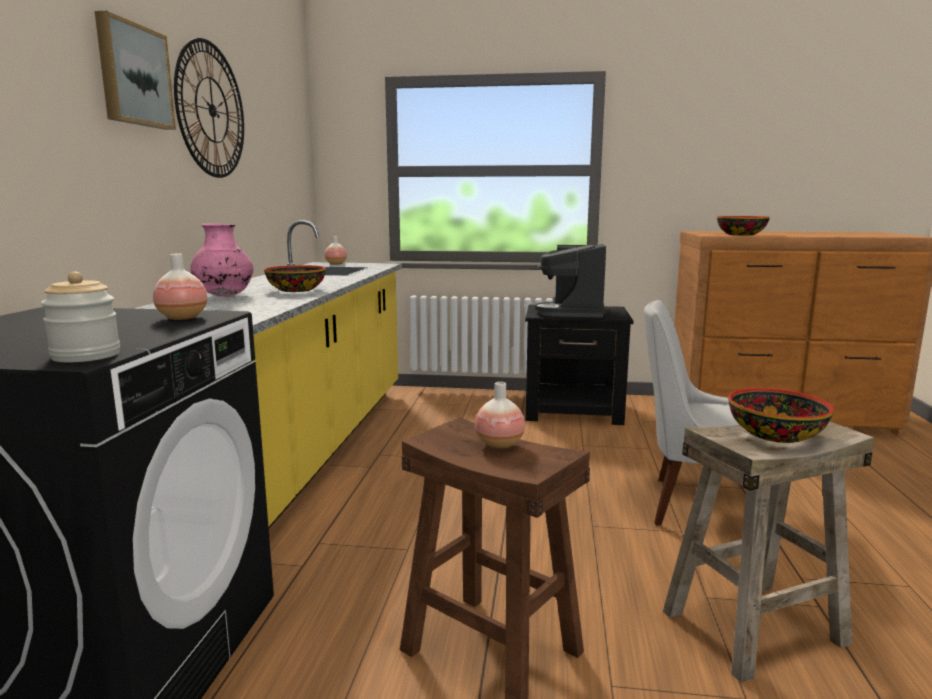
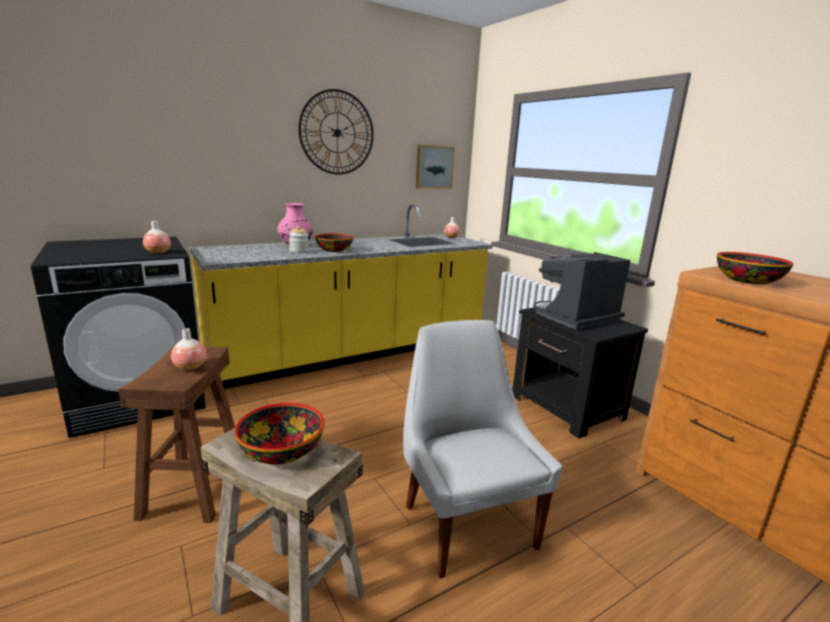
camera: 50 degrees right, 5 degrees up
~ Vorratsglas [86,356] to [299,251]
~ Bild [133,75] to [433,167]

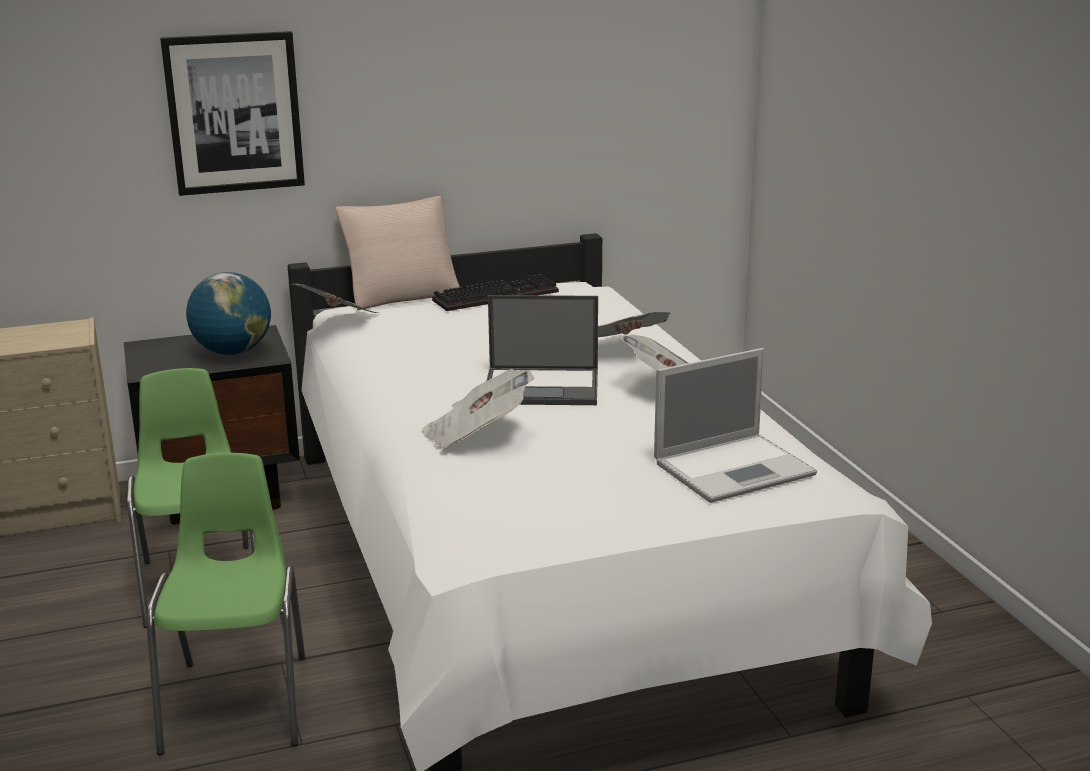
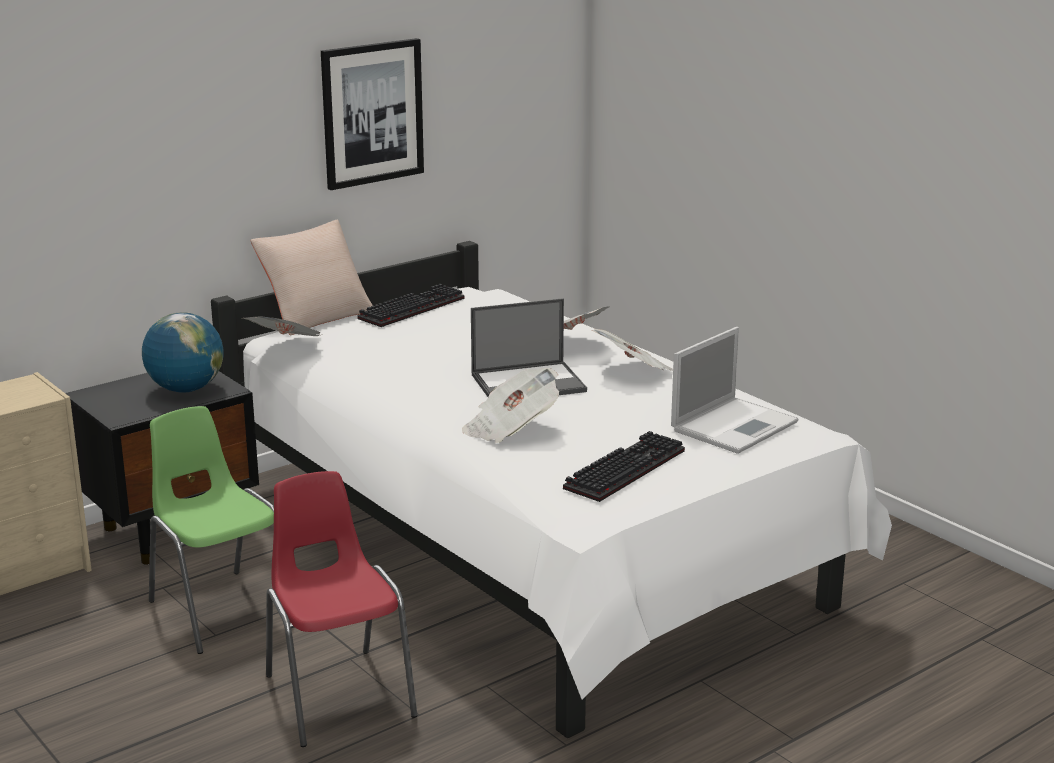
camera: 20 degrees left, 0 degrees up
~ Stuhl/grün [239,702] to Stuhl/rot [338,695]
~ Bild [234,113] to [372,113]
+ Tastatur [624,468]

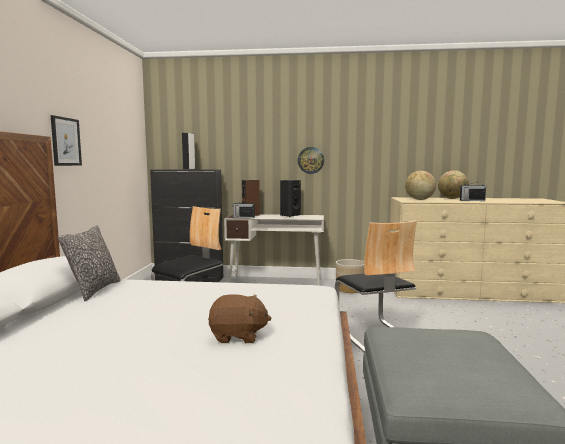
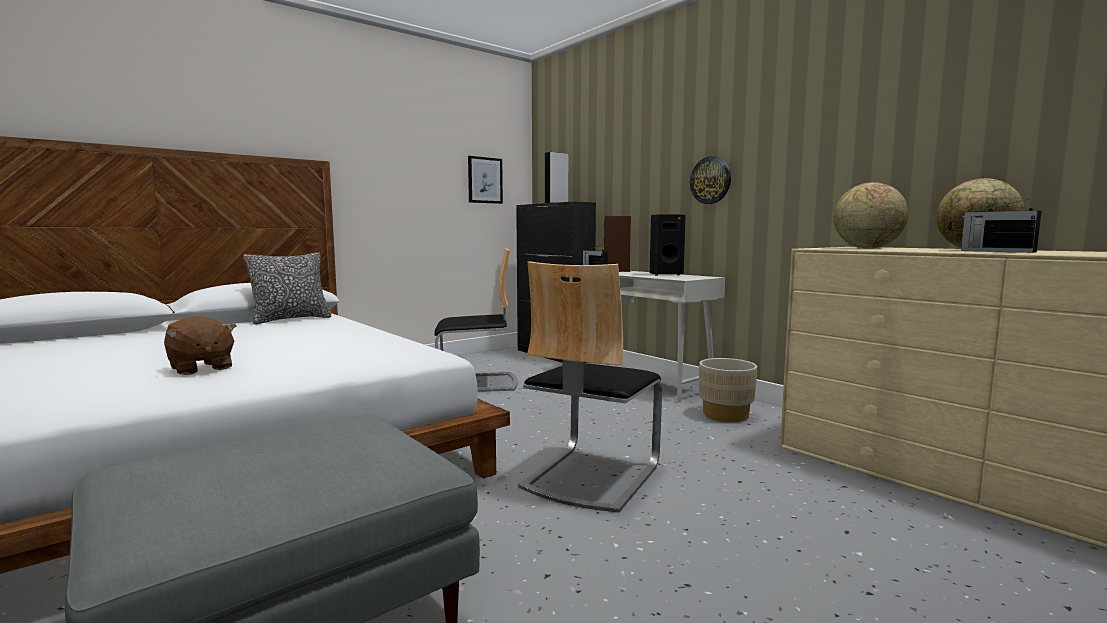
camera: 45 degrees right, 0 degrees up
~ Bild [66,141] to [485,180]

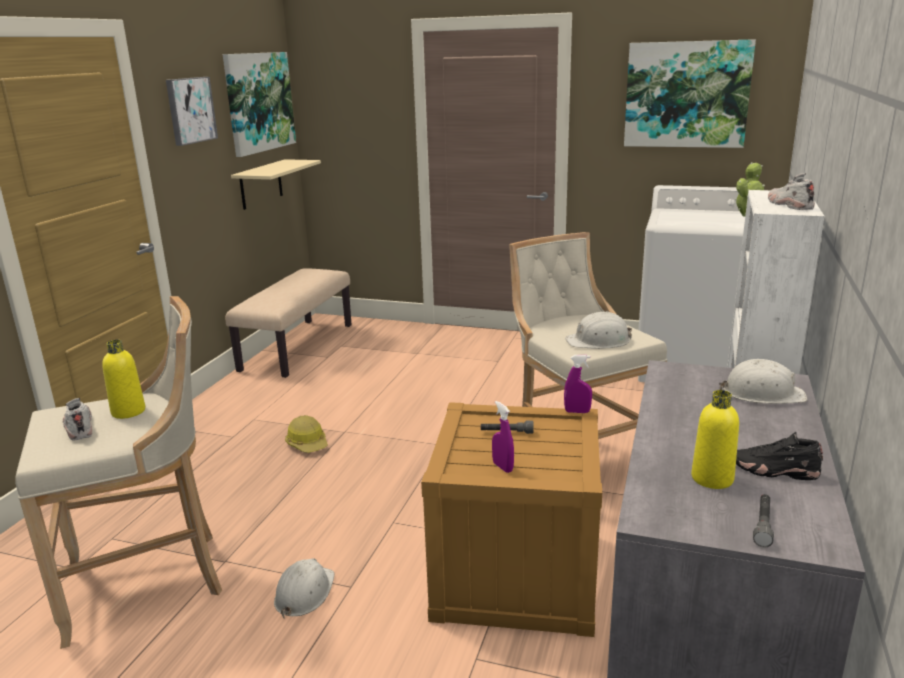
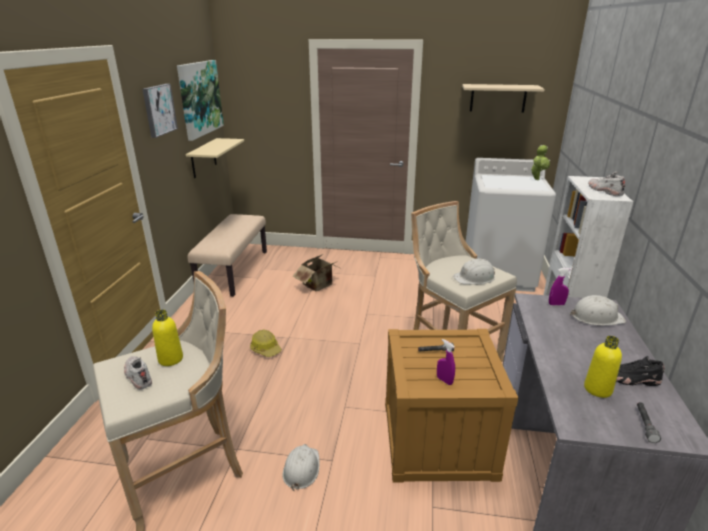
camera: 10 degrees left, 5 degrees up
~ Sprühflasche/lila [577,412] to [556,304]
~ Bild [686,94] to Wandregal/beige [498,98]
+ Karton [319,285]

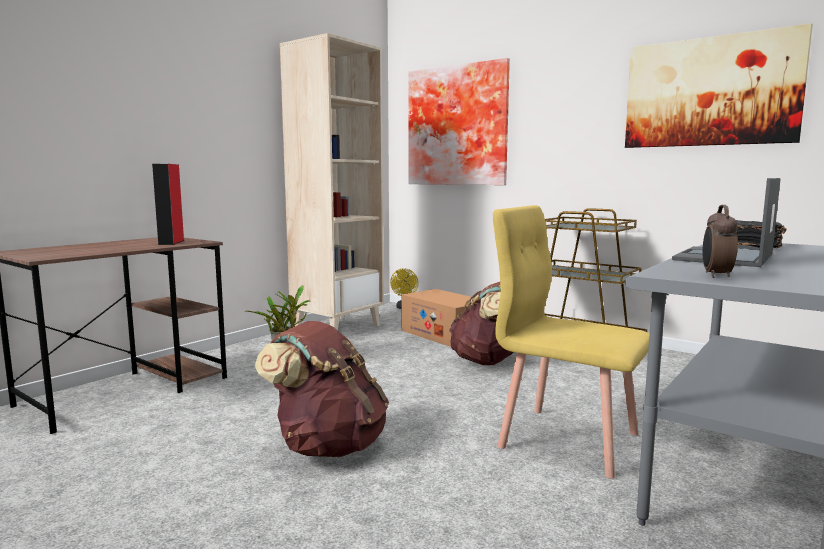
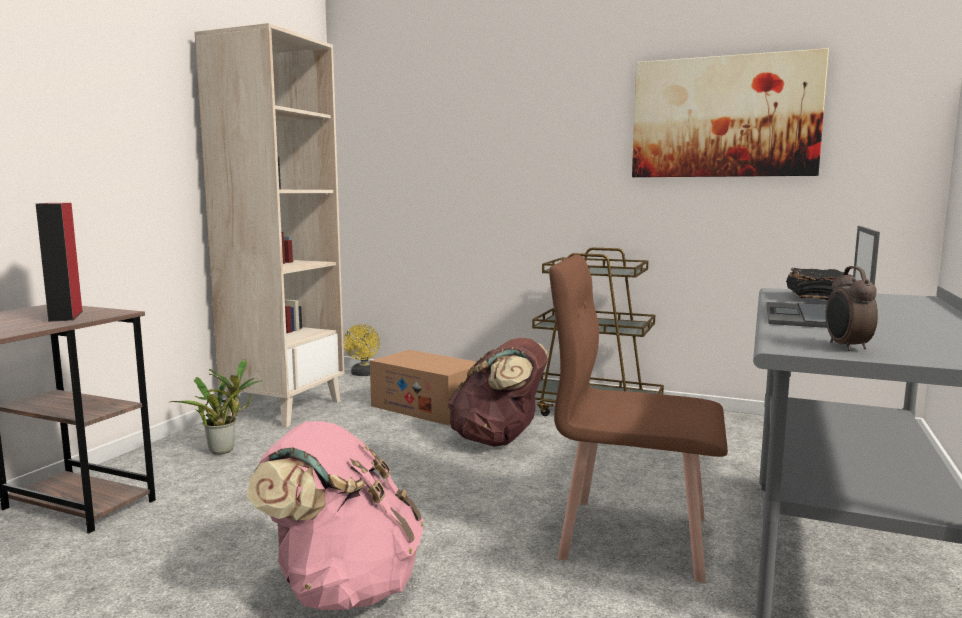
camera: 15 degrees left, 0 degrees up
~ Rucksack/braun [327,446] to Rucksack/rosa [343,588]
- Bild [458,126]
~ Stuhl/gelb [568,439] to Stuhl/braun [633,536]

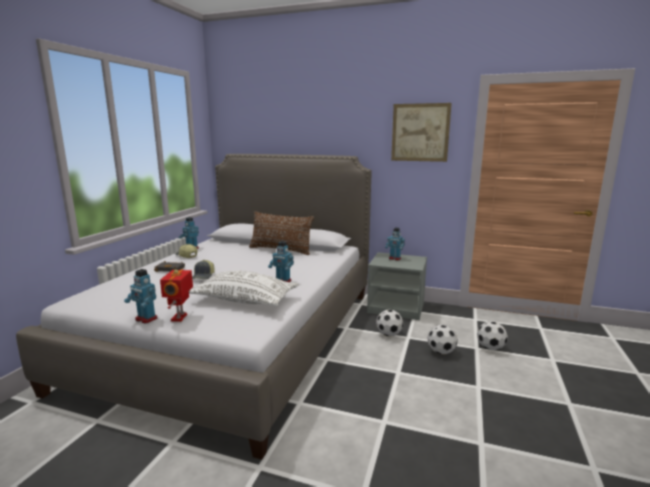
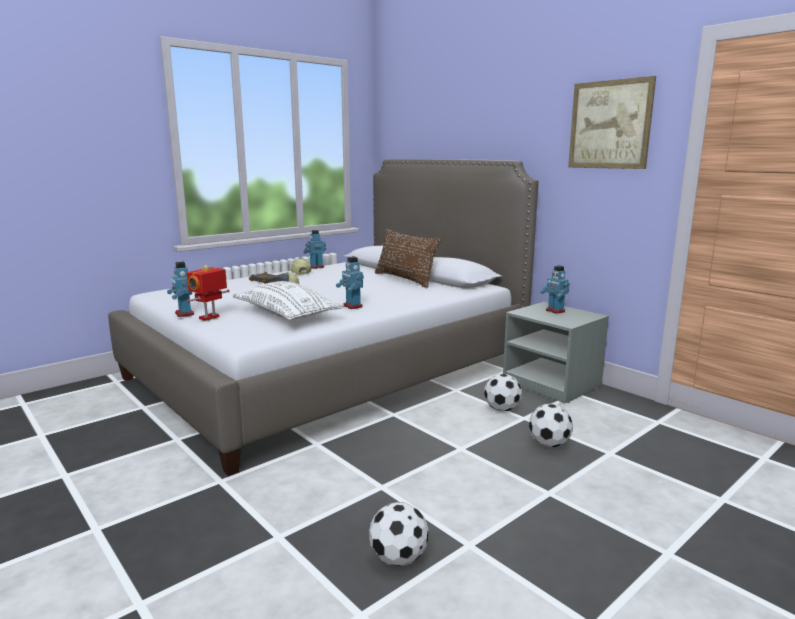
camera: 30 degrees right, 0 degrees up
~ Fußball [490,348] to [398,558]

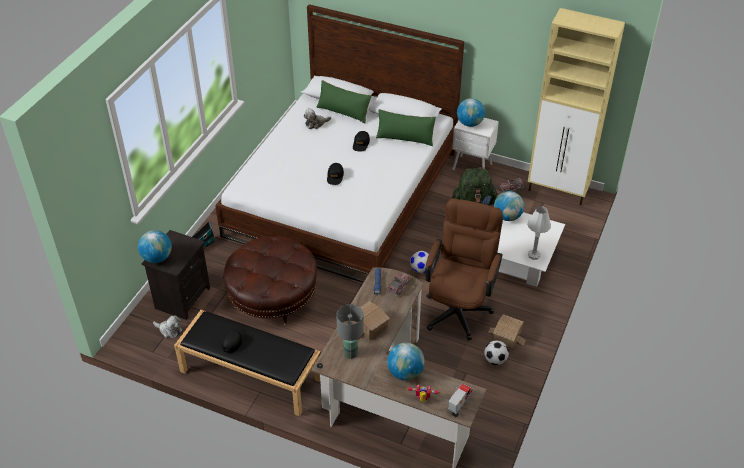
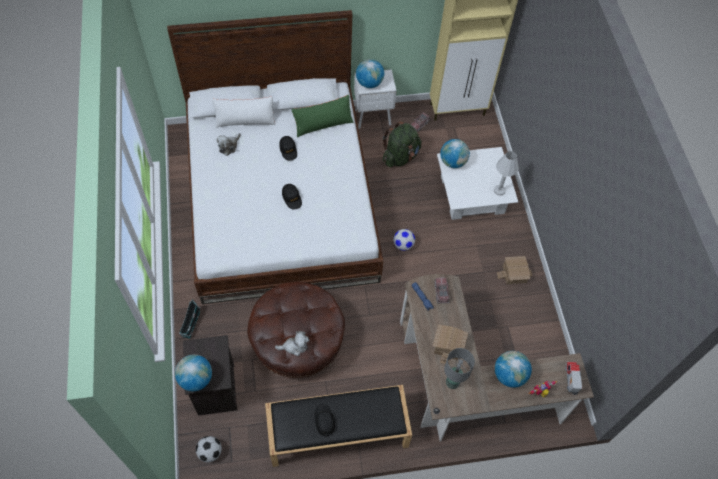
camera: 35 degrees left, 15 degrees up
~ Plüschtier [169,330] to [294,346]
~ Kissen/grün [343,111] to Kissen/weiß [245,120]
- Bürostuhl/braun [459,307]
~ Fußball [495,360] to [210,452]

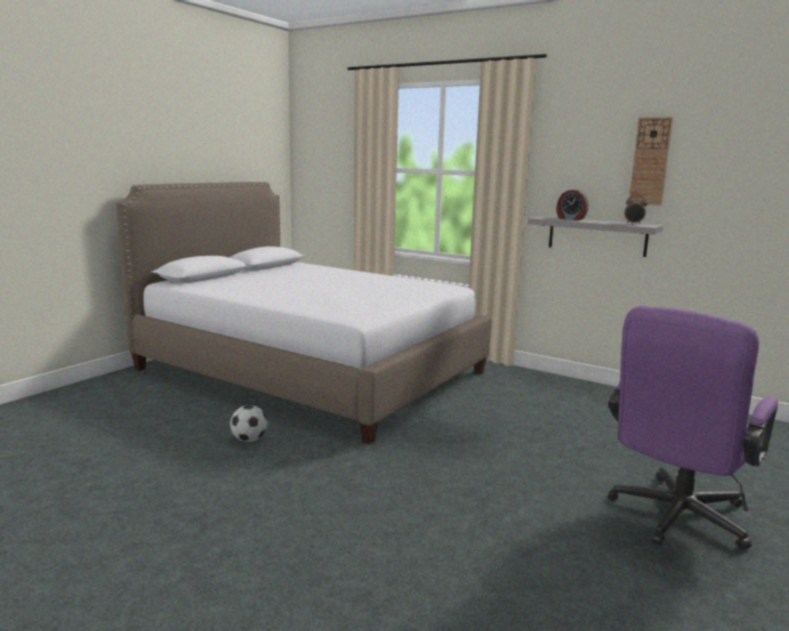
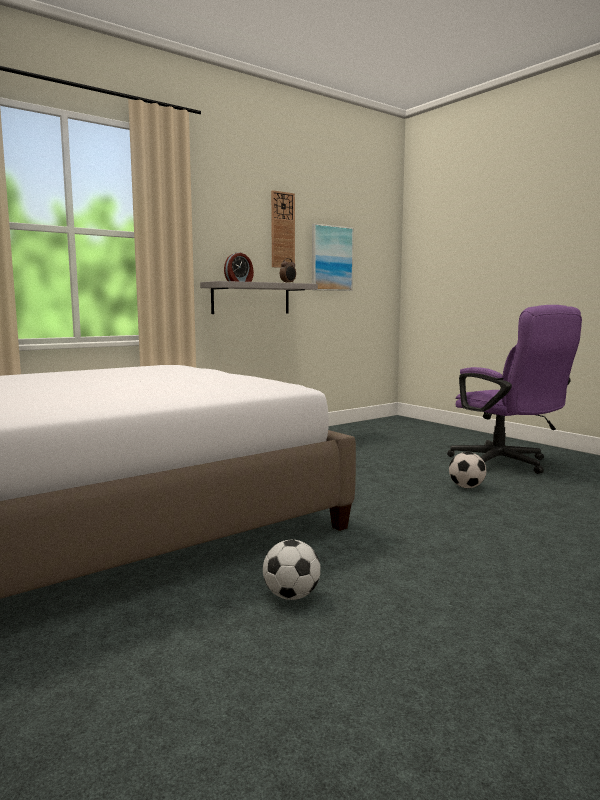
camera: 70 degrees left, 5 degrees down
+ Bild [331,258]
+ Fußball [466,487]

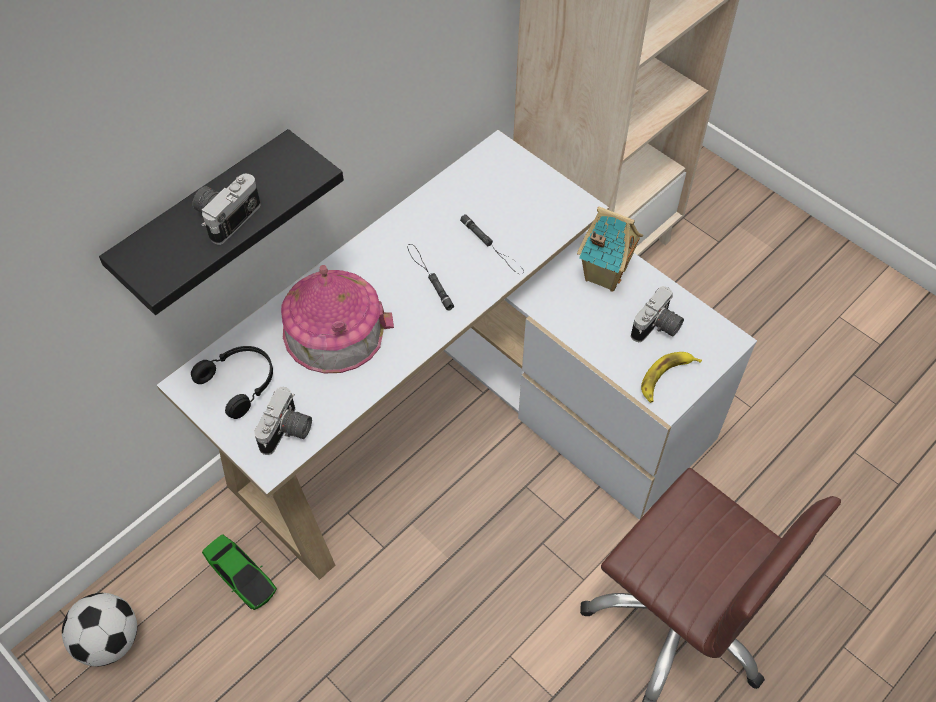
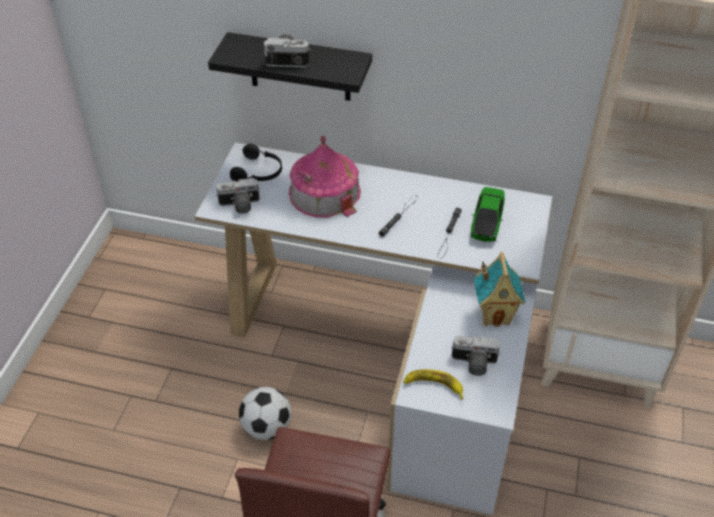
camera: 60 degrees right, 10 degrees down
~ Fußball [109,640] to [266,427]
~ Spielzeugauto [241,576] to [487,221]

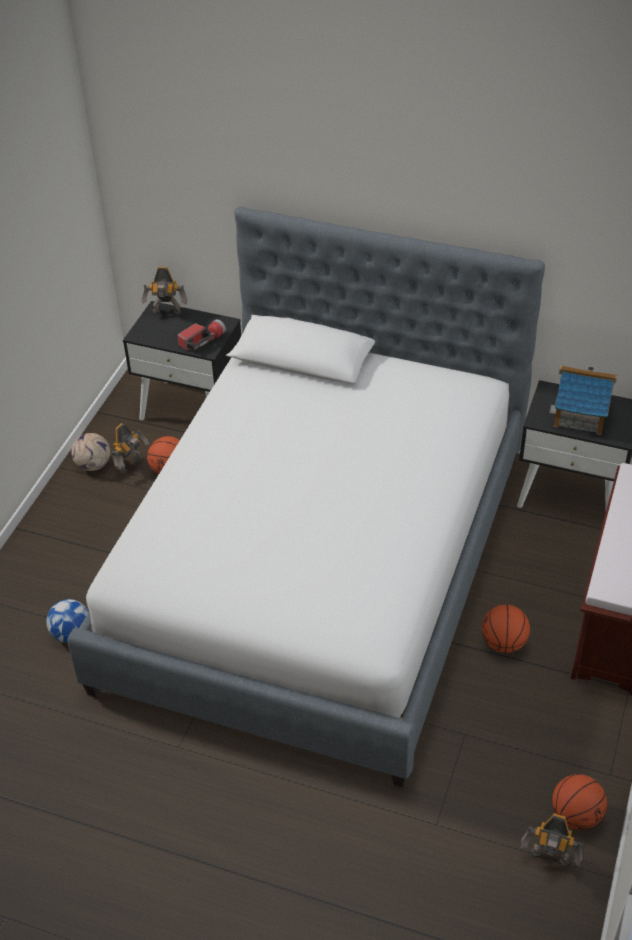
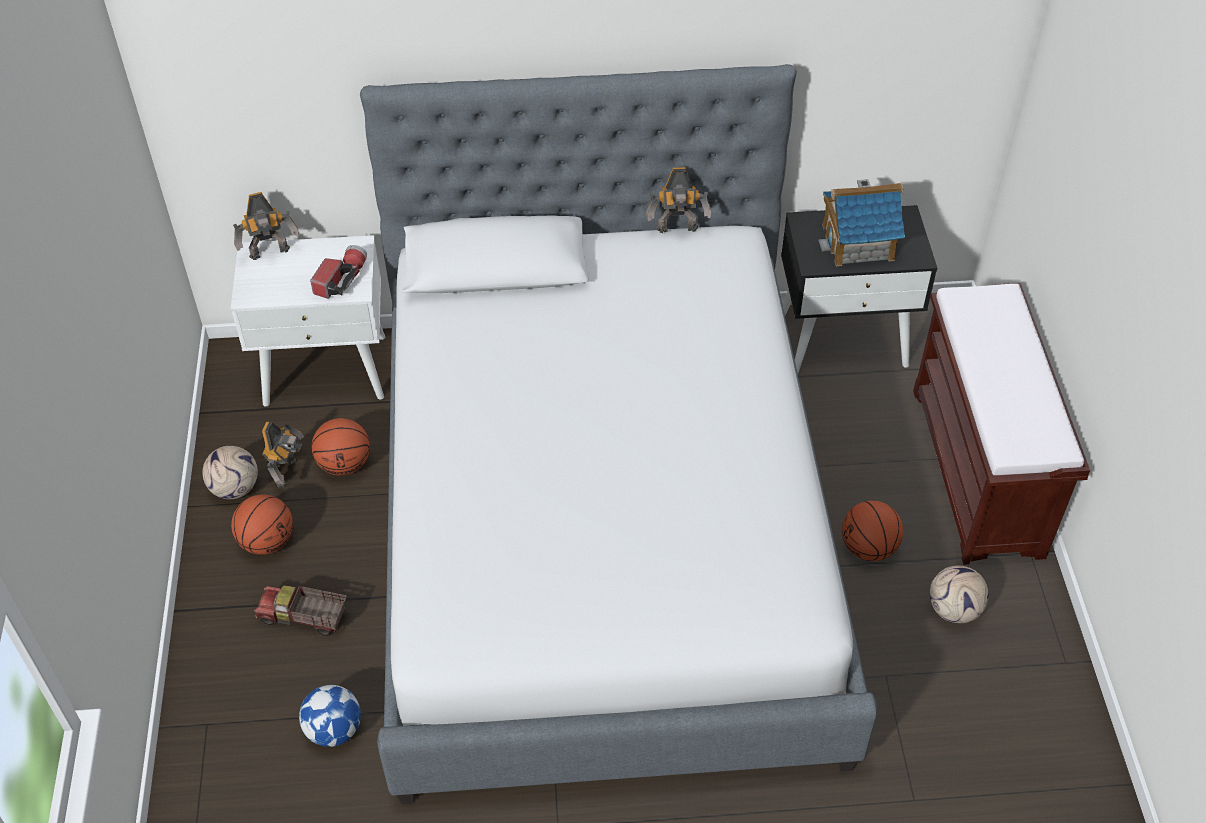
camera: 25 degrees left, 5 degrees up
~ Nachttisch/schwarz [192,408] to Nachttisch/weiß [326,369]
~ Spielzeugroboter [549,859] to [678,230]
~ Basketball [575,815] to [267,541]
+ Spielzeuglaster [304,618]
+ Fußball [954,610]

